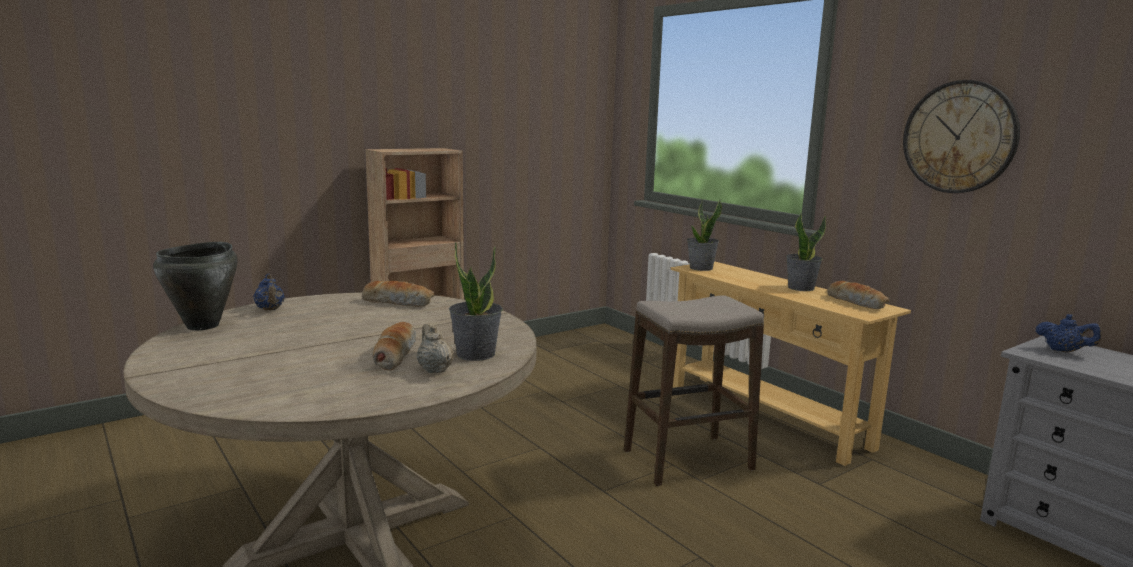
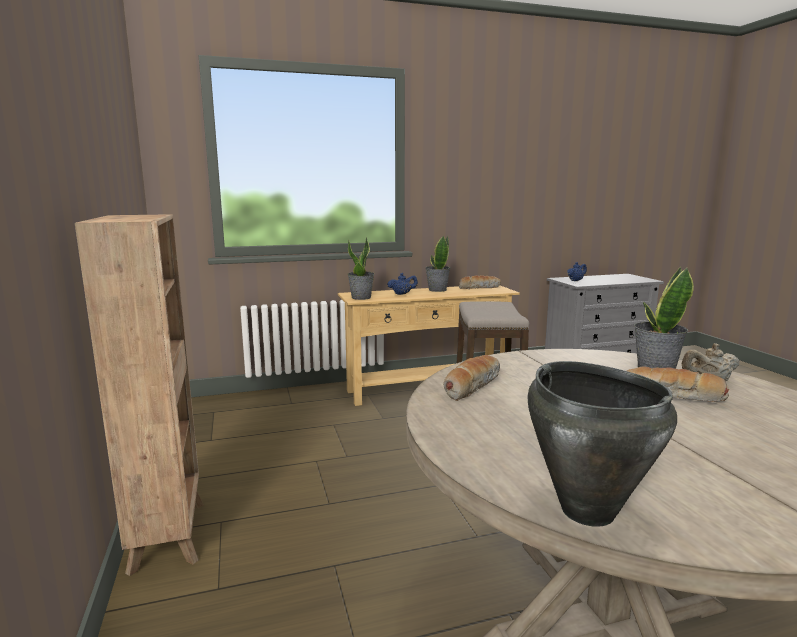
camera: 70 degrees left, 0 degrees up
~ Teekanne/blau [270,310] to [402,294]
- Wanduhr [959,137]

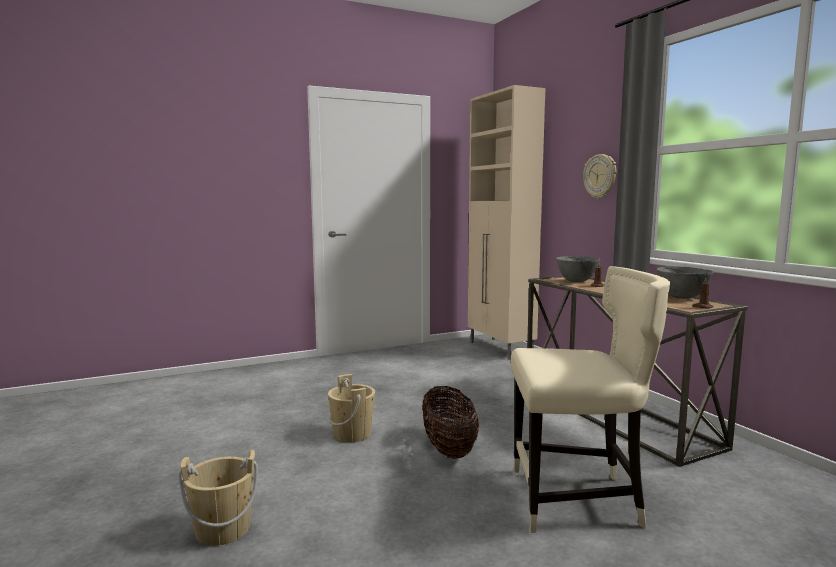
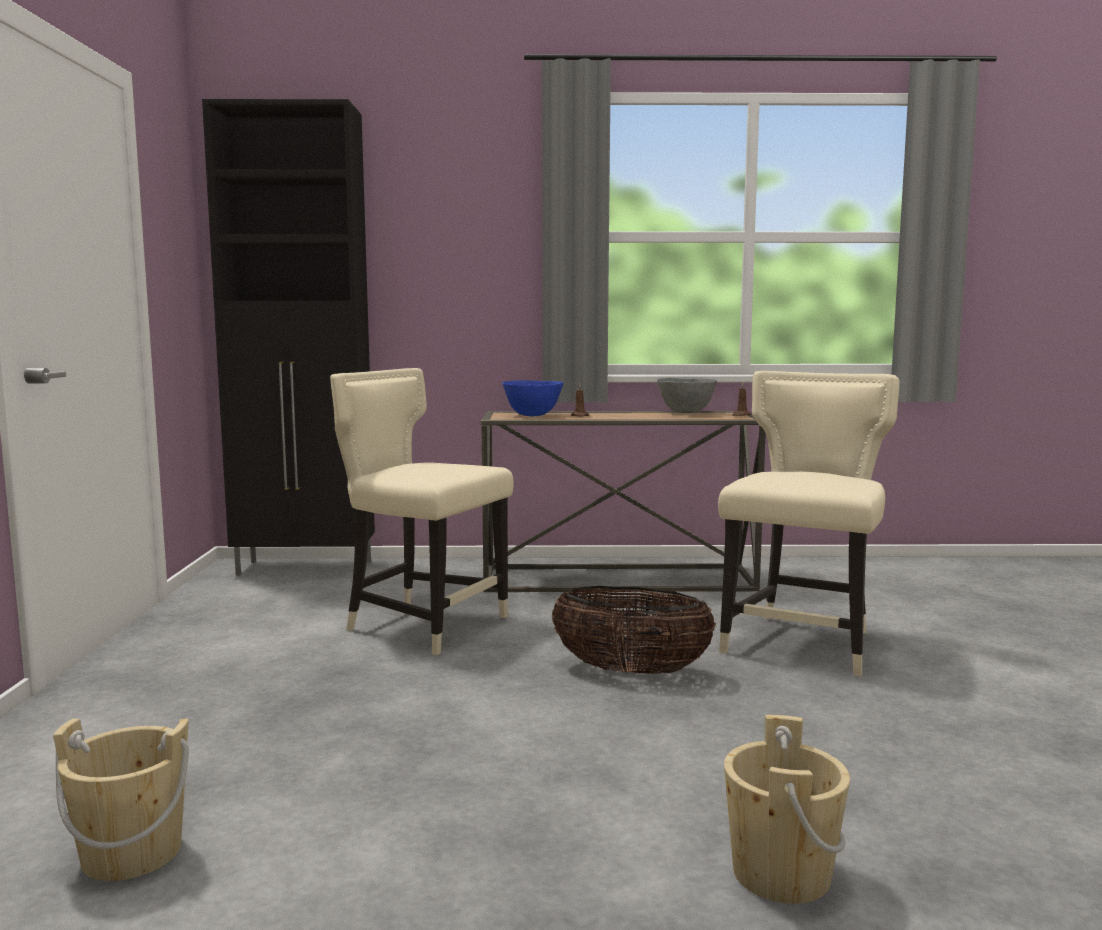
camera: 65 degrees left, 0 degrees up
~ Eimer/beige [352,434] to [132,853]
~ Schrank/beige [500,349] to Schrank/schwarz [307,568]
~ Schüssel/grau [576,281] to Schüssel/blau [532,415]
- Wanduhr [600,176]
+ Stuhl/beige [423,624]

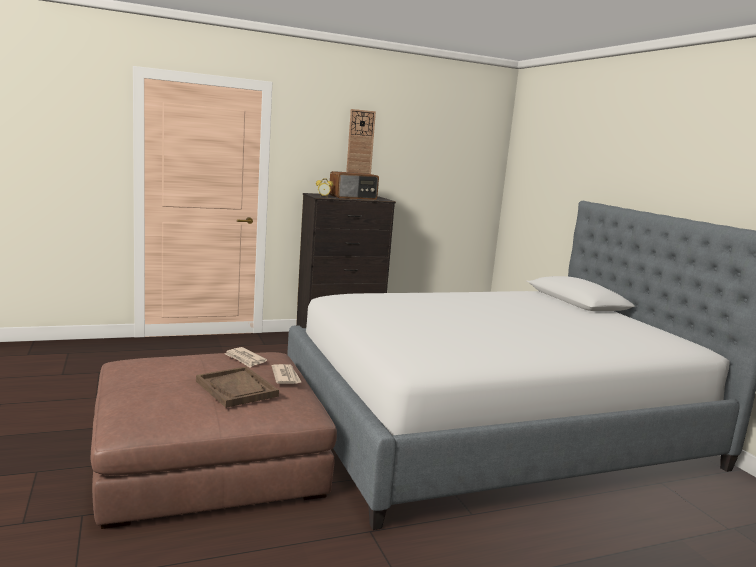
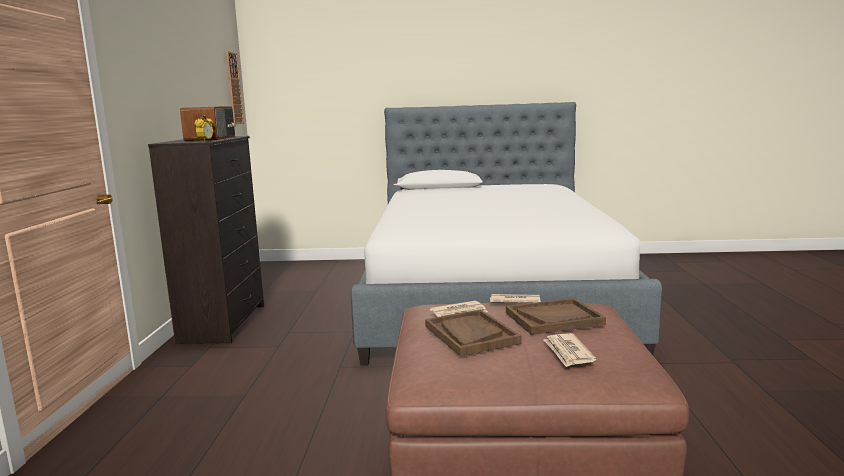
camera: 65 degrees left, 0 degrees up
~ Wanduhr [360,145] to [234,88]
+ Tablett/braun [471,334]
+ Zeitung [568,352]

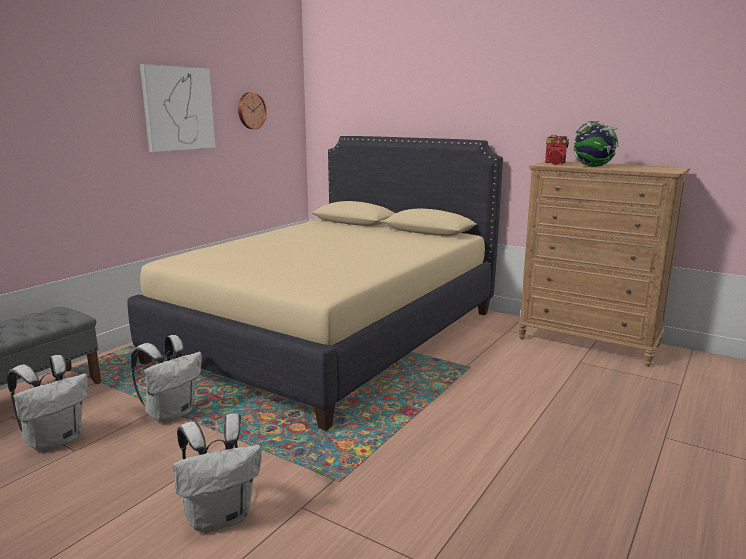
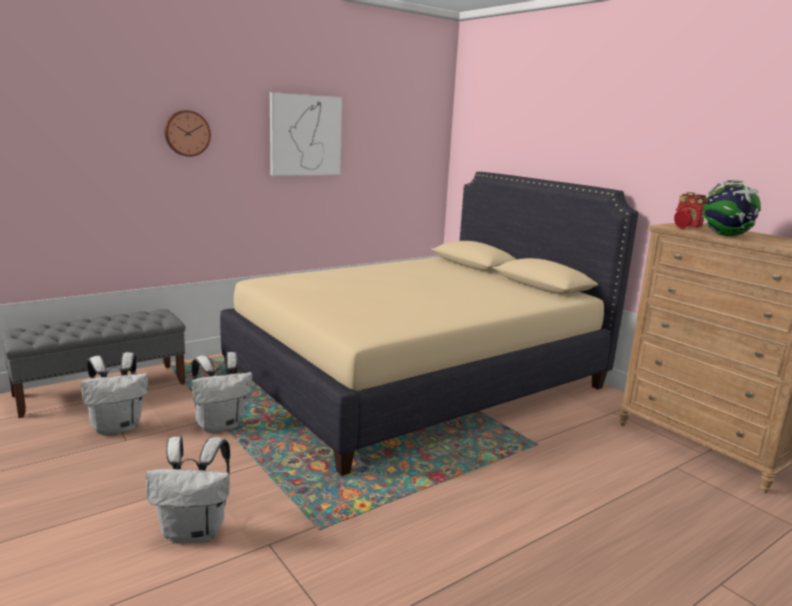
camera: 20 degrees right, 0 degrees up
~ Wanduhr [251,110] to [187,133]

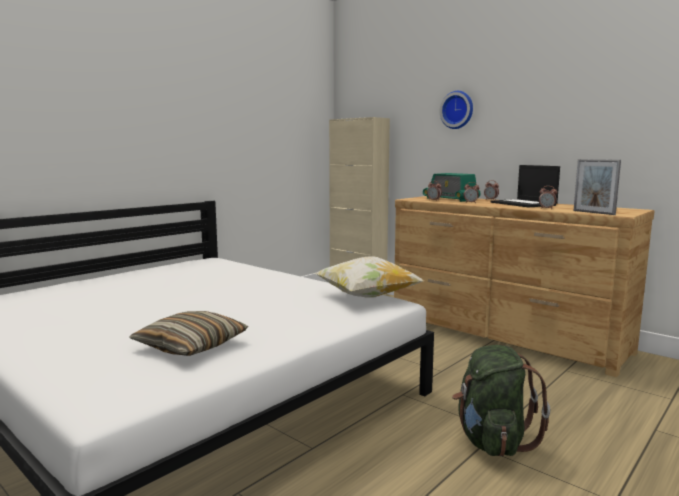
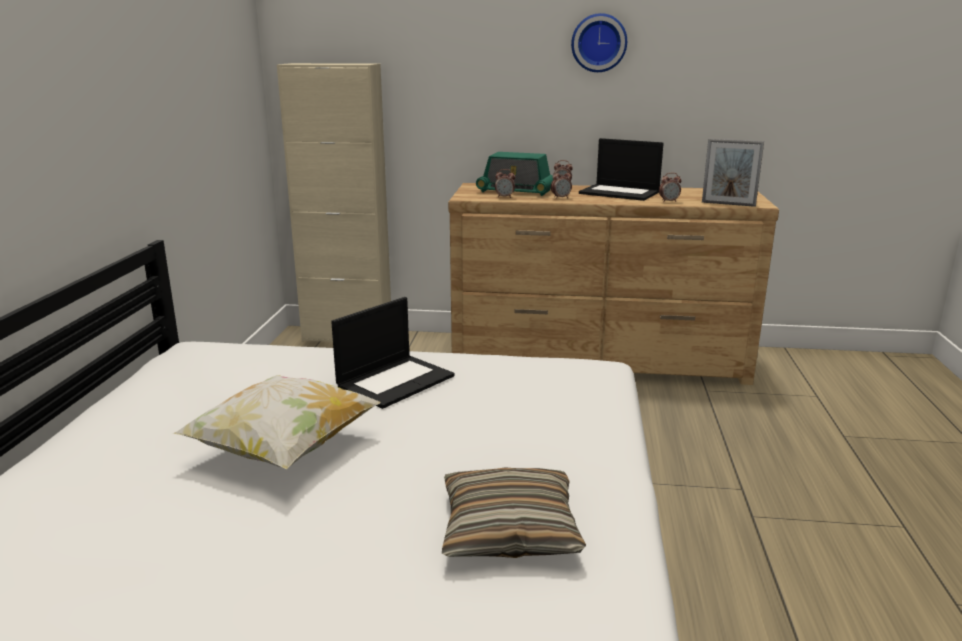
camera: 35 degrees left, 10 degrees up
~ Kissen [367,297] to [283,449]
~ Wanduhr [457,110] to [599,43]
- Rucksack/grün [492,441]
+ Laptop [395,380]

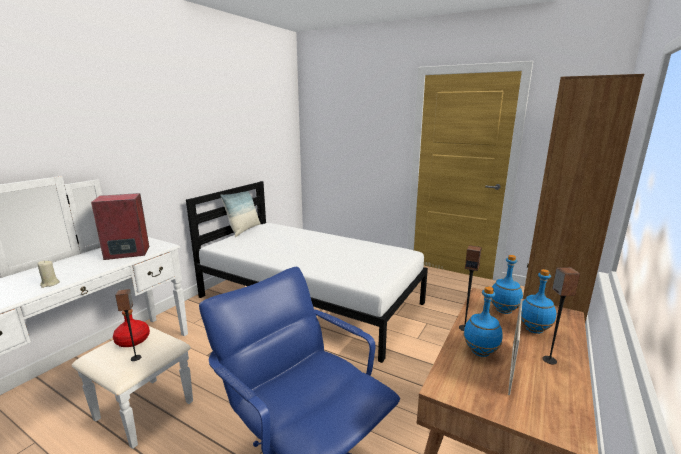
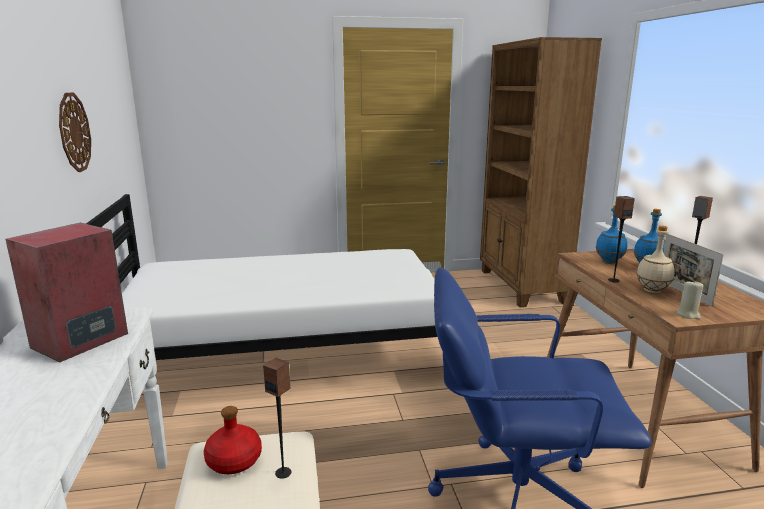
camera: 40 degrees left, 0 degrees up
~ Kerze/beige [50,284] to [688,314]
- Kissen [244,230]
~ Flasche/blau [480,352] to Flasche/beige [652,291]
+ Wanduhr [74,132]

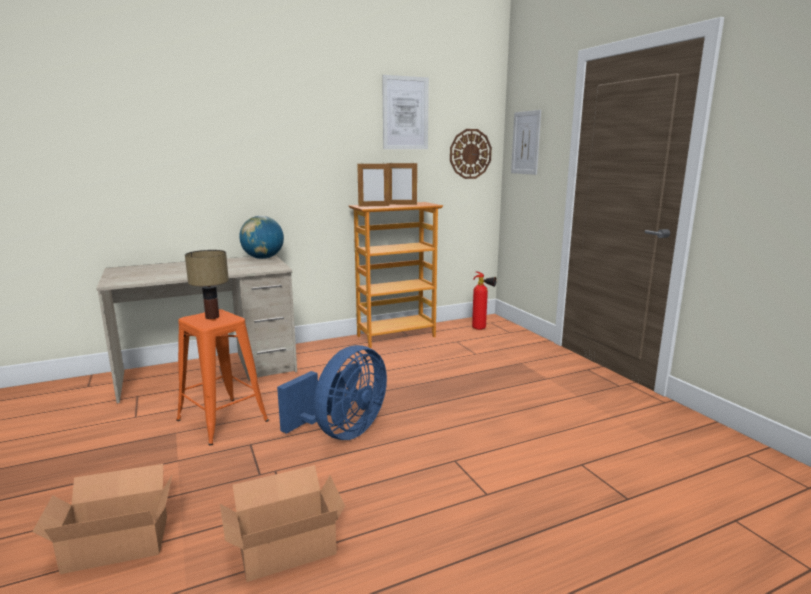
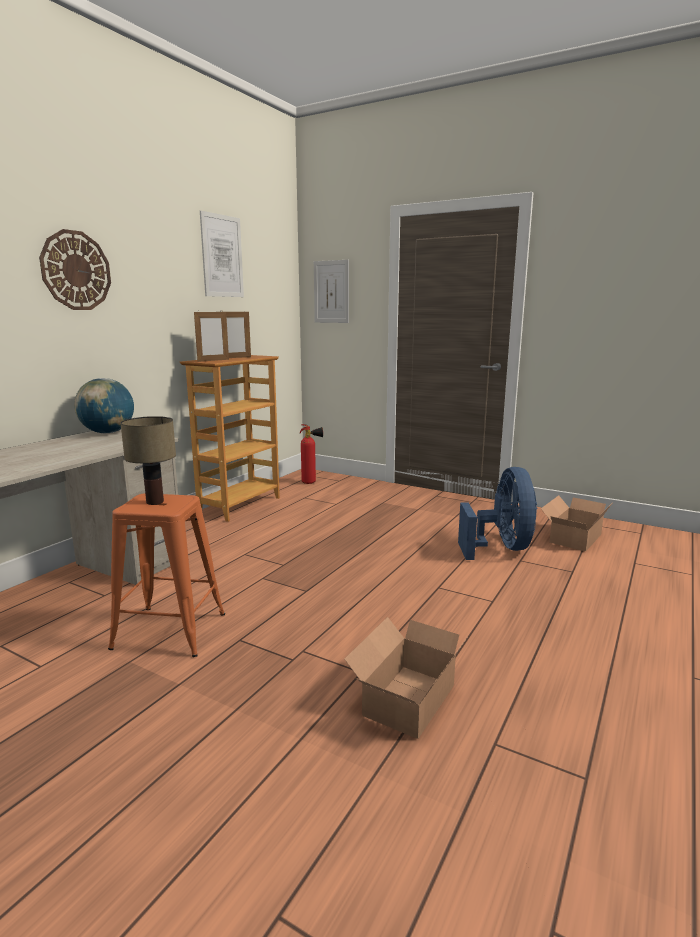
camera: 35 degrees left, 0 degrees up
~ Karton [115,541] to [572,538]
~ Ventilator/blau [342,432] to [501,548]
~ Wanduhr [470,154] to [76,270]

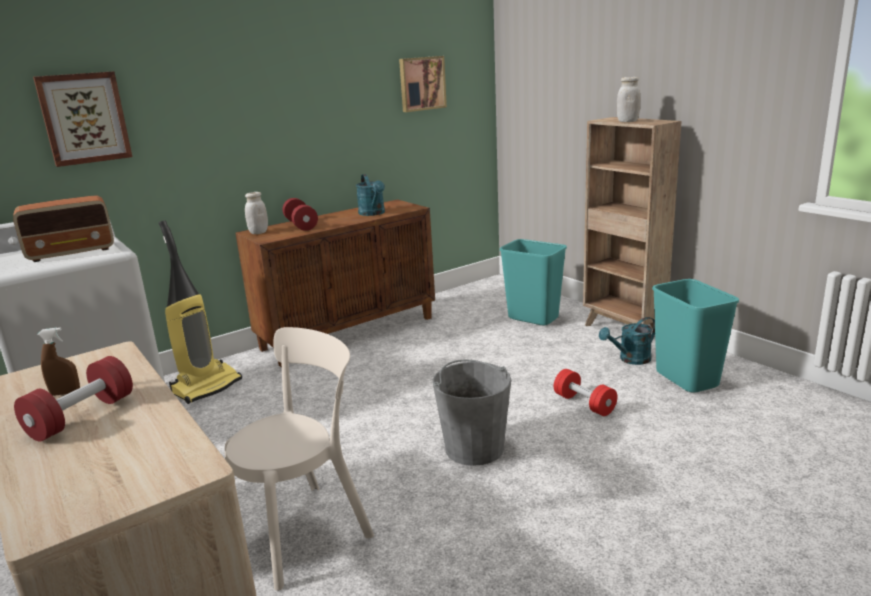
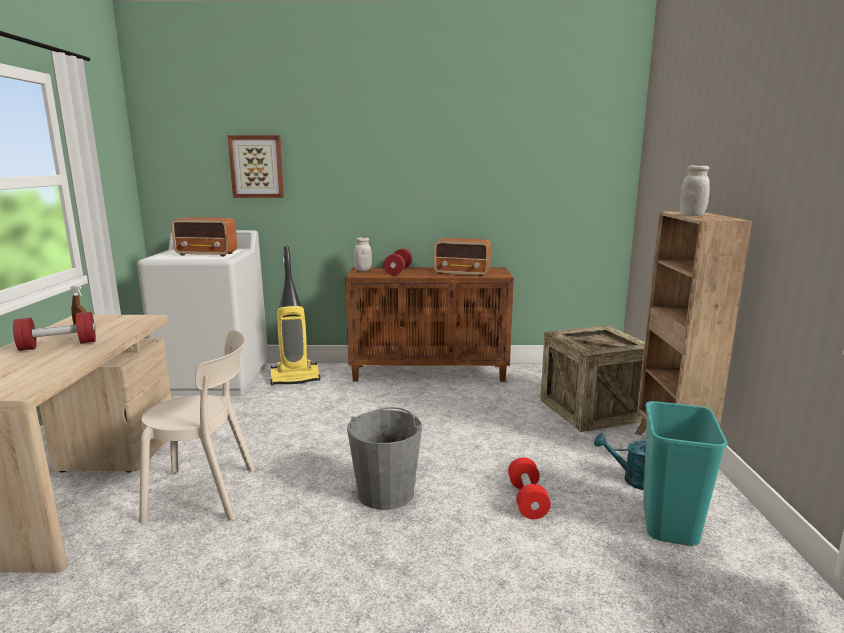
camera: 35 degrees right, 5 degrees down
~ Gießkanne/türkis [373,213] to Radio [462,273]
- Bild [421,83]
~ Mülleimer/türkis [532,318] to Kiste [592,410]

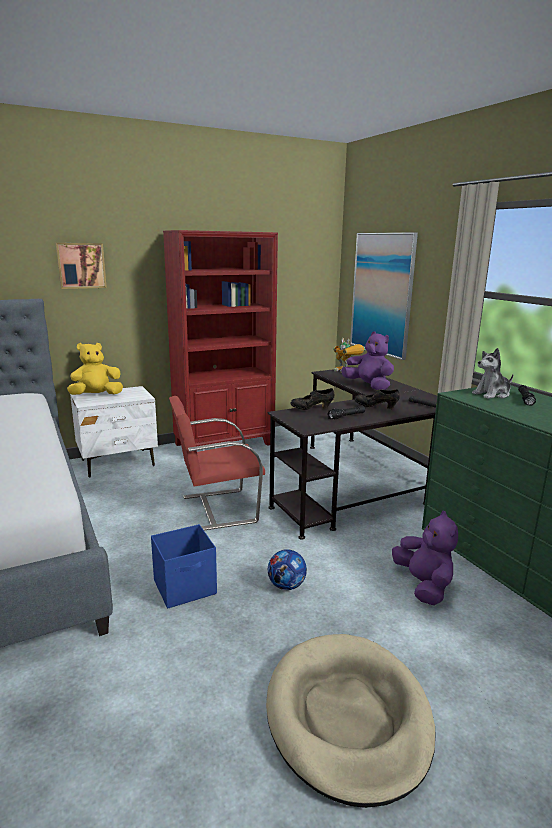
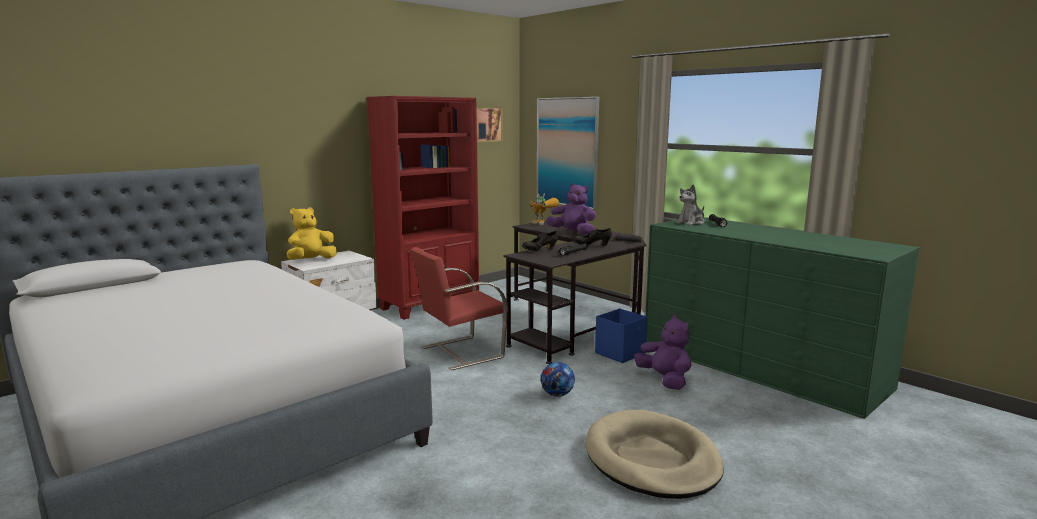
camera: 15 degrees left, 5 degrees down
~ Bild [81,265] to [487,124]
~ Aufbewahrungsbox/blau [186,587] to [621,353]

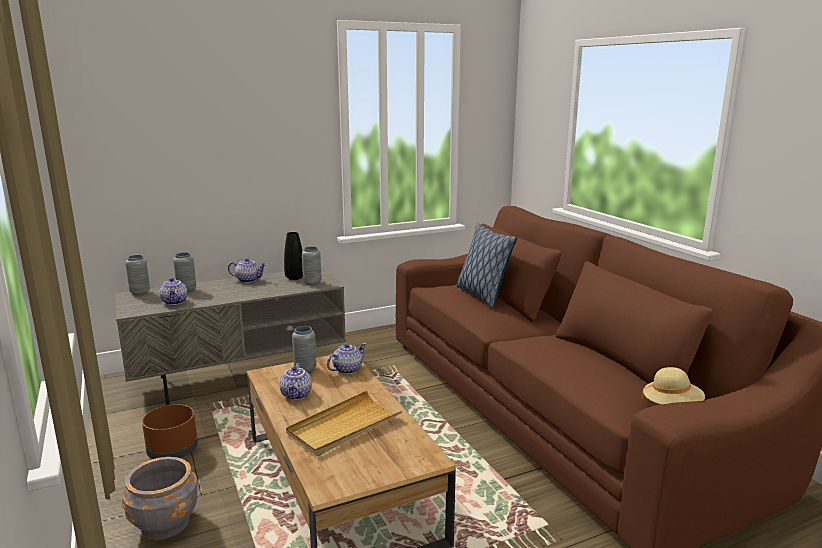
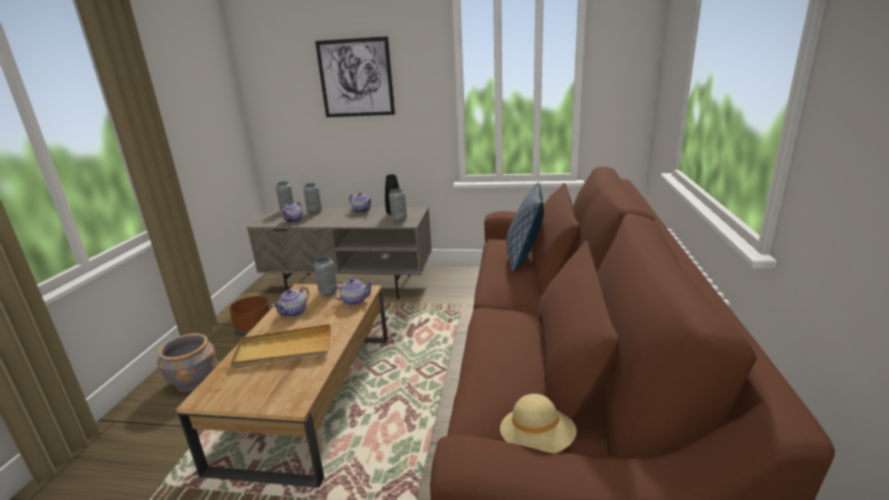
camera: 35 degrees right, 5 degrees up
+ Bild [356,78]

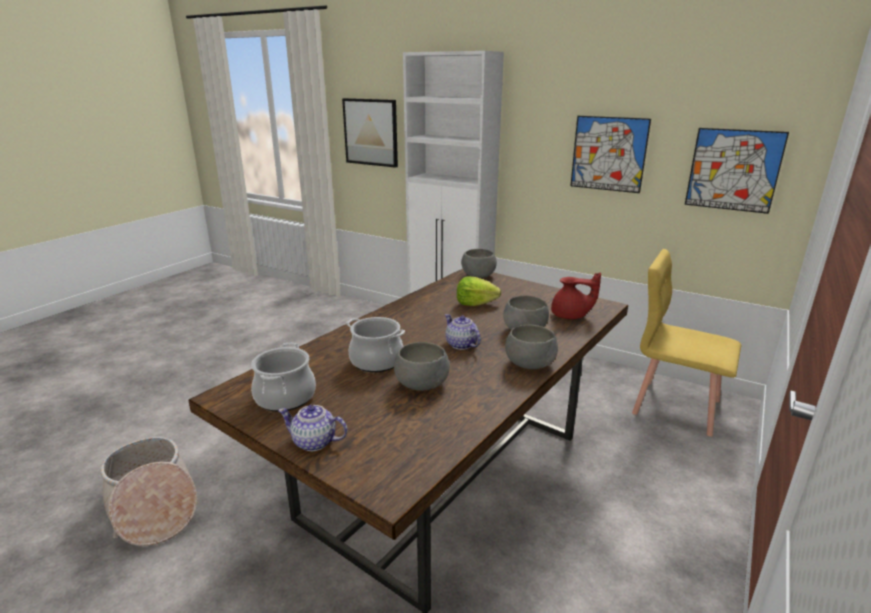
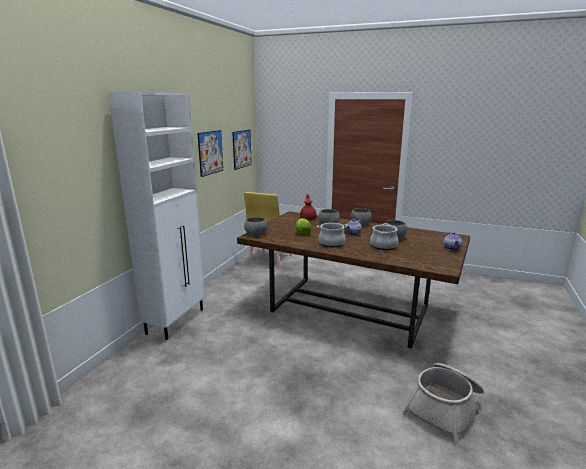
camera: 100 degrees left, 5 degrees down
~ Kochtopf [285,397] to [331,243]
- Bild [371,132]

